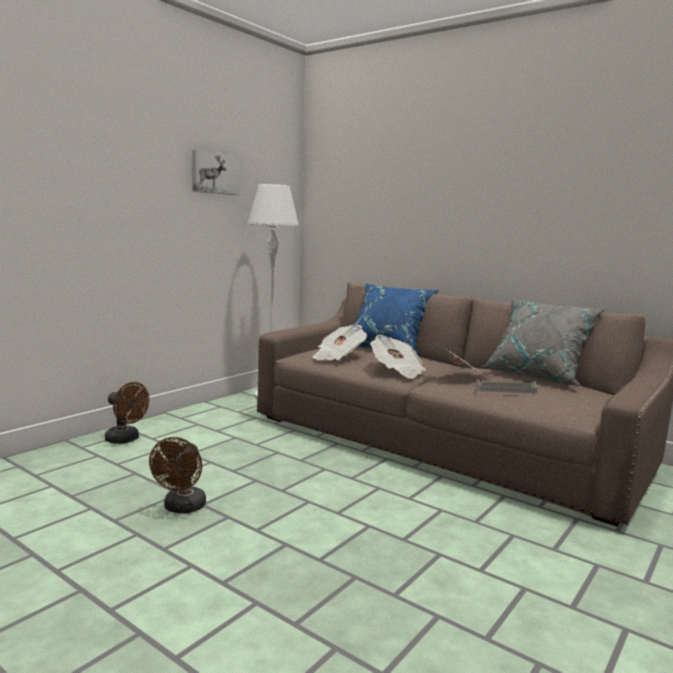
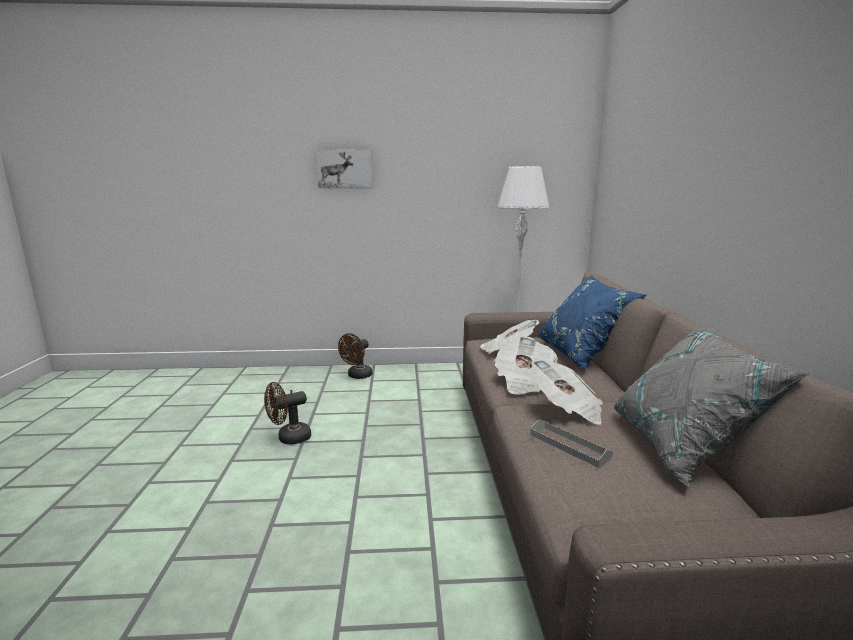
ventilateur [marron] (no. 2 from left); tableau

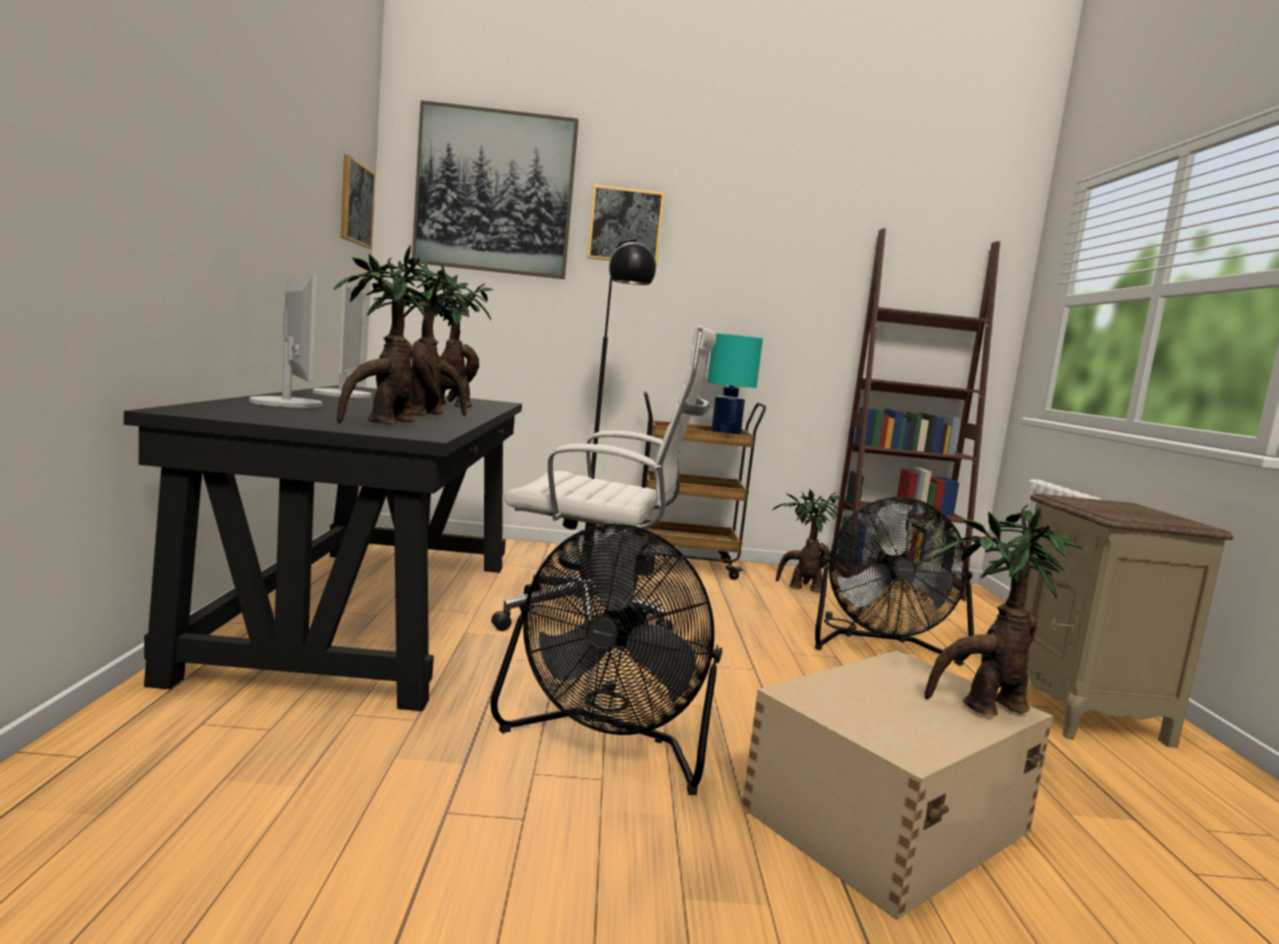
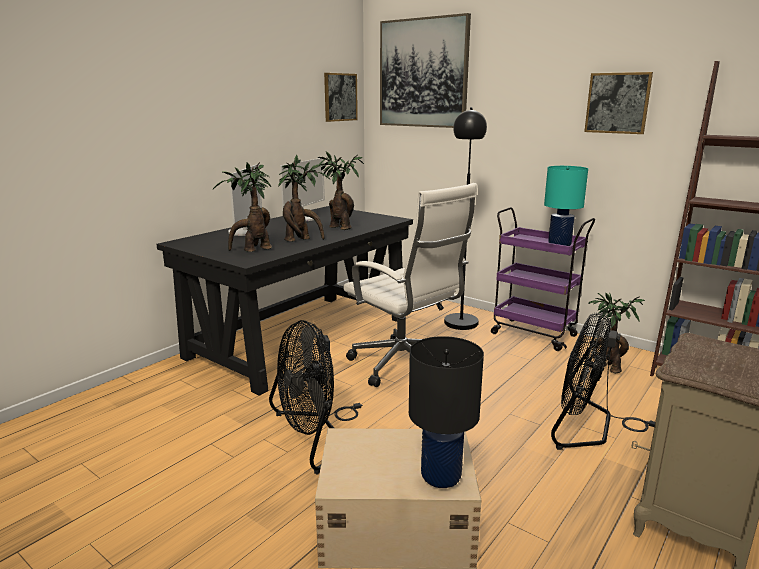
tableau (no. 3 from left); chariot [violet]; ventilateur [noir] (no. 2 from left); lampe de table [noir]

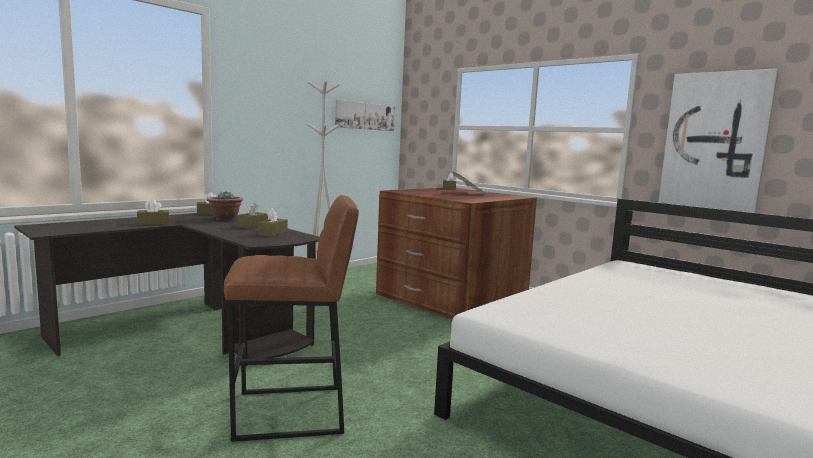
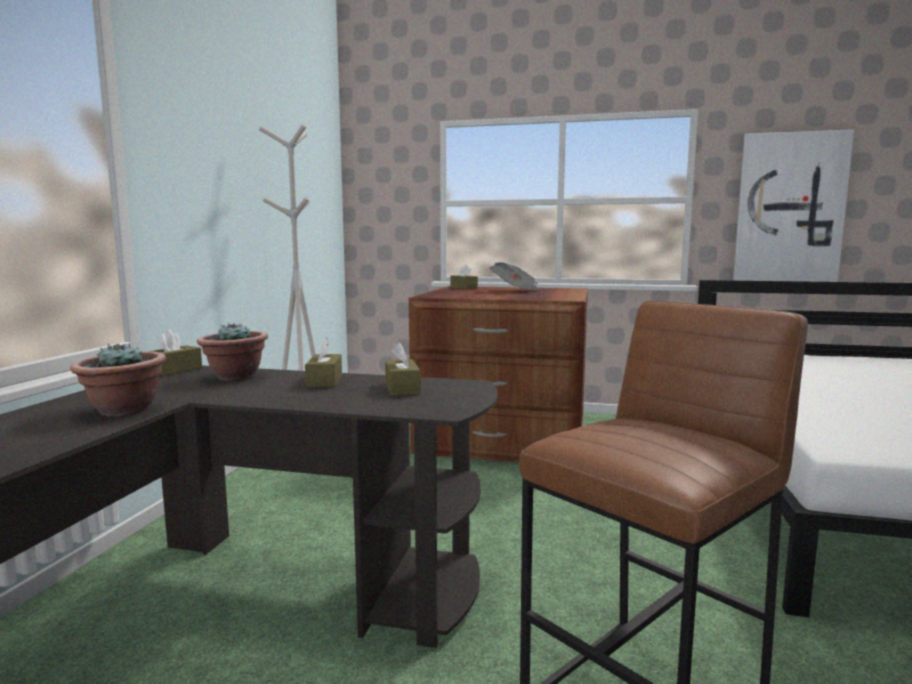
plante en pot (no. 1 from left); tableau (no. 1 from left in the first image)

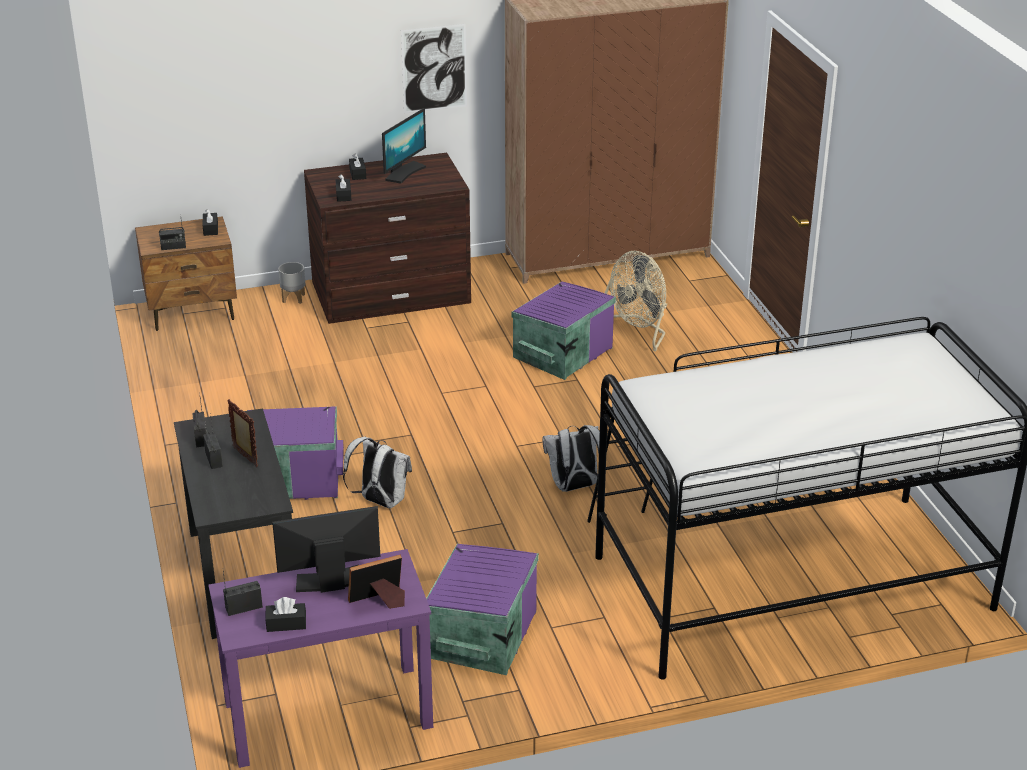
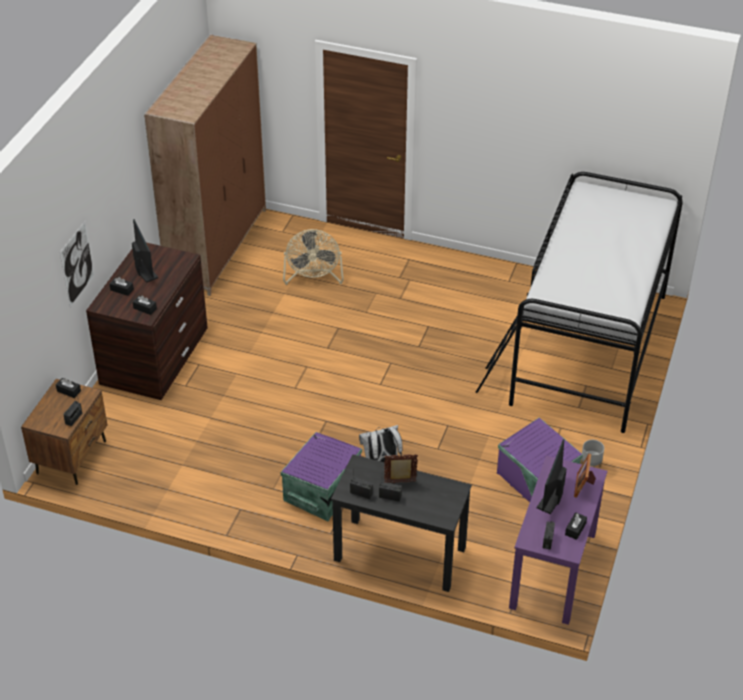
cache-pot [gris]; tableau; boîte de rangement [violet] (no. 3 from left in the first image); sac à dos [blanc] (no. 2 from left in the first image)

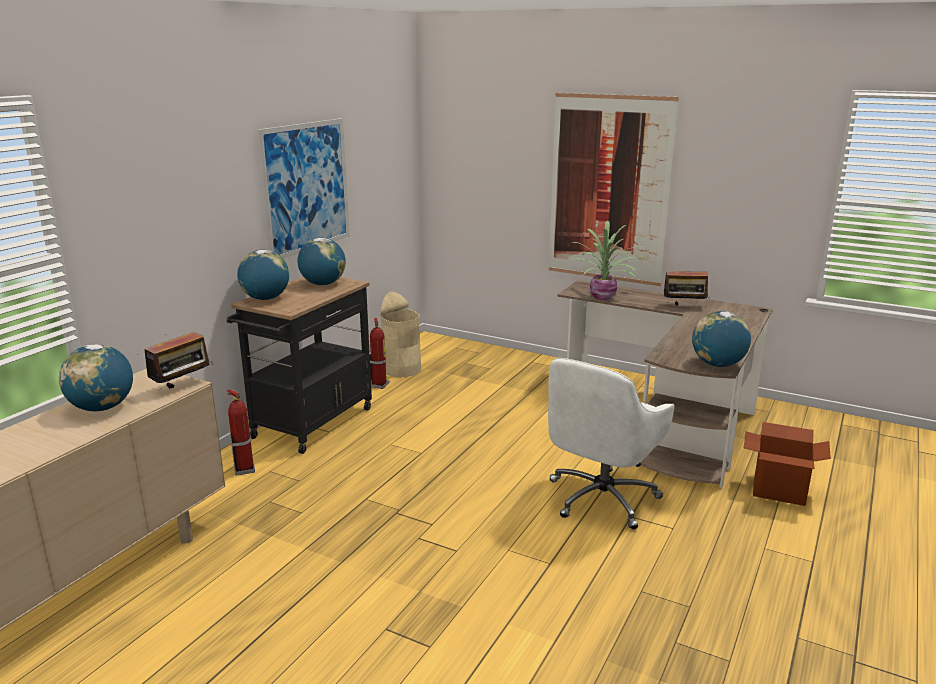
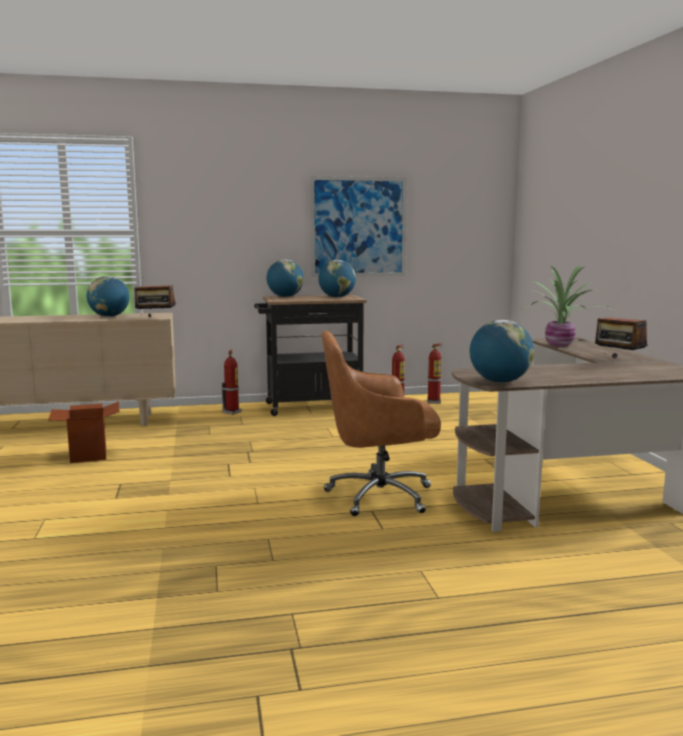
extincteur (no. 3 from left); chaise de bureau [marron]; tableau (no. 2 from left in the first image); carton

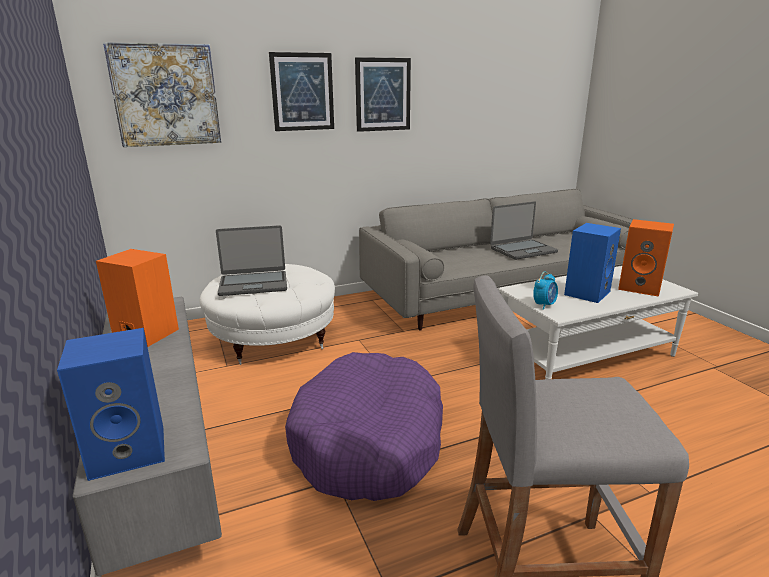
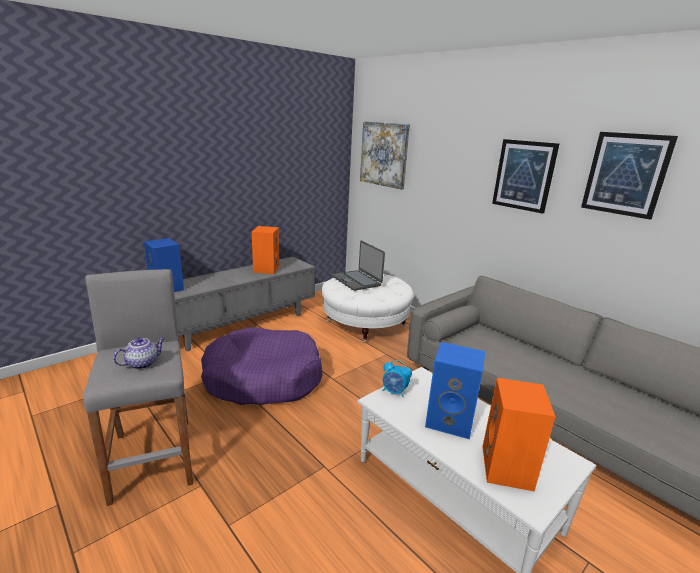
tableau (no. 3 from left); ordinateur portable (no. 2 from left in the first image); théière

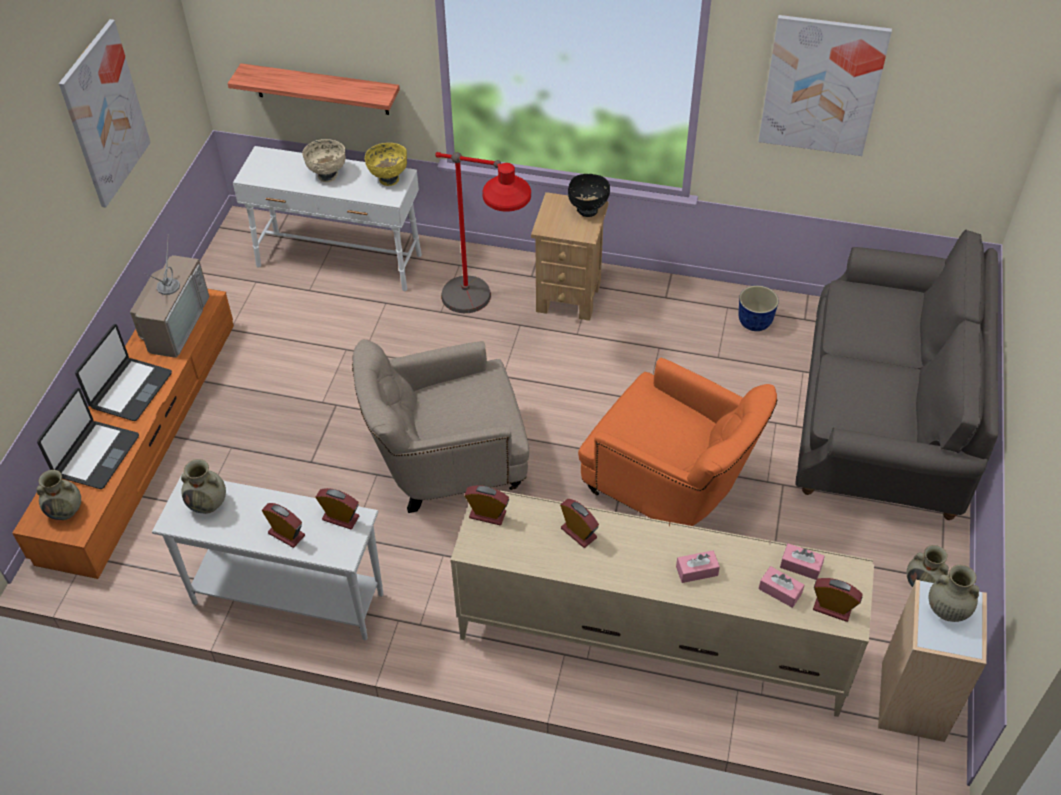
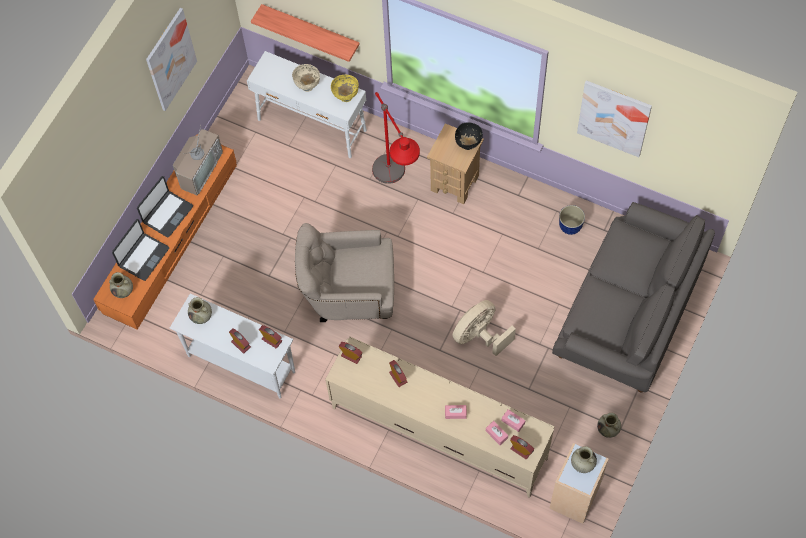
ventilateur [beige]

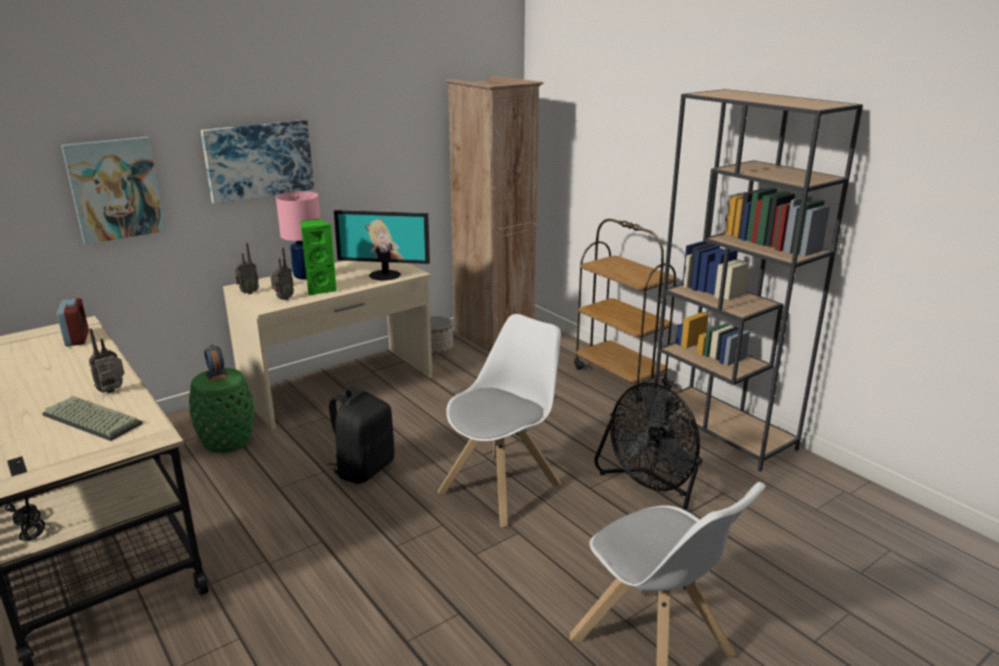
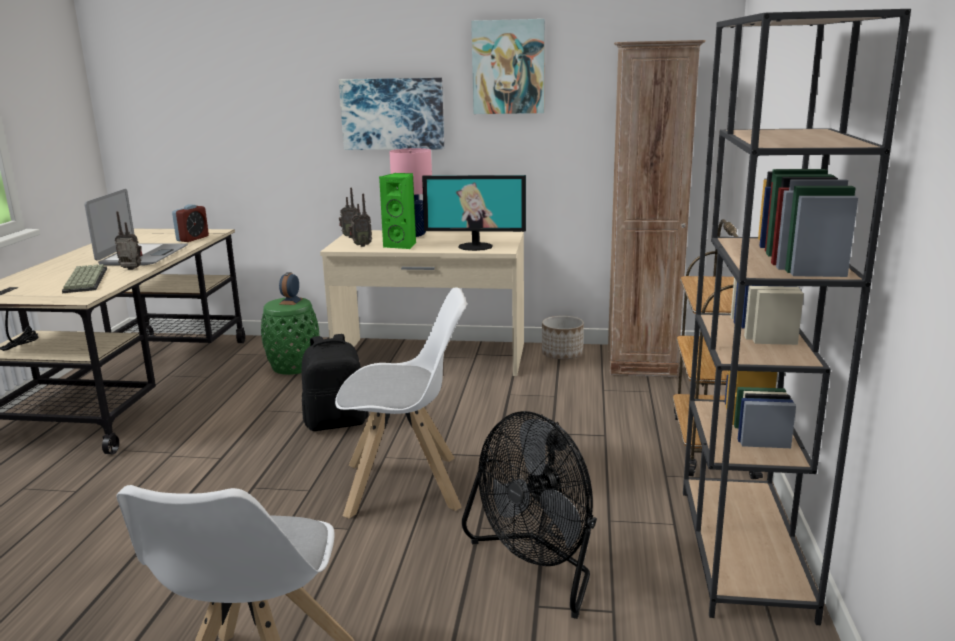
tableau (no. 2 from left); écran d'ordinateur; ventilateur [noir]; ordinateur portable

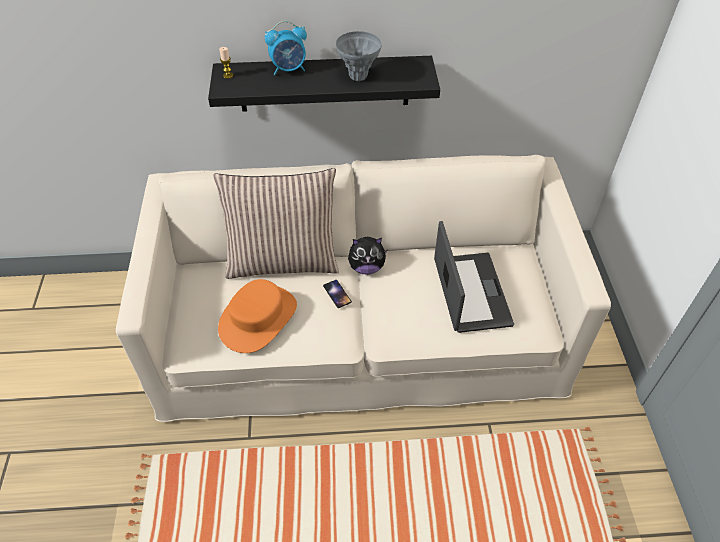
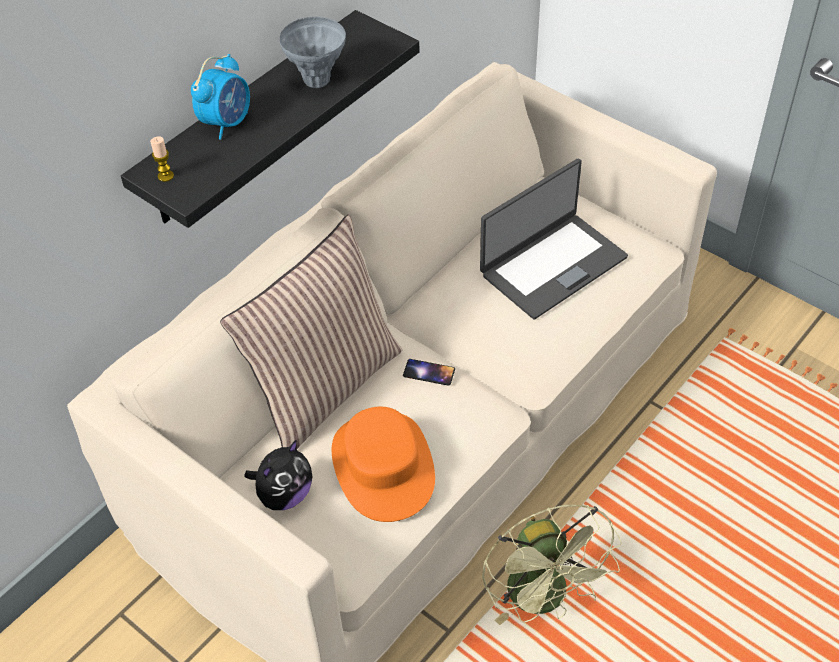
peluche; ordinateur portable; ventilateur [vert]

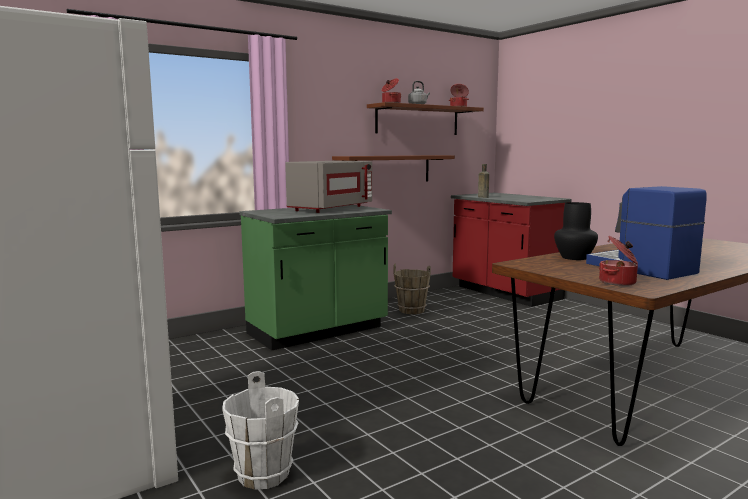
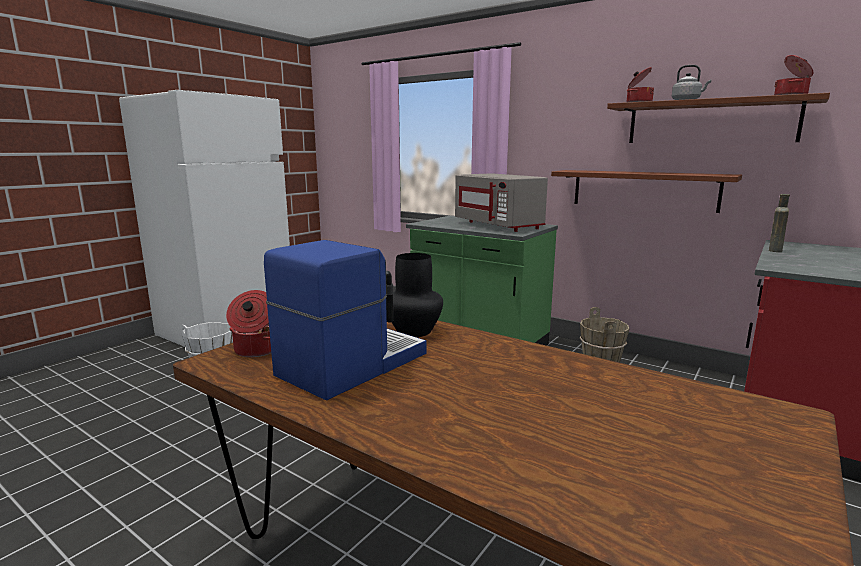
micro-ondes [gris]

